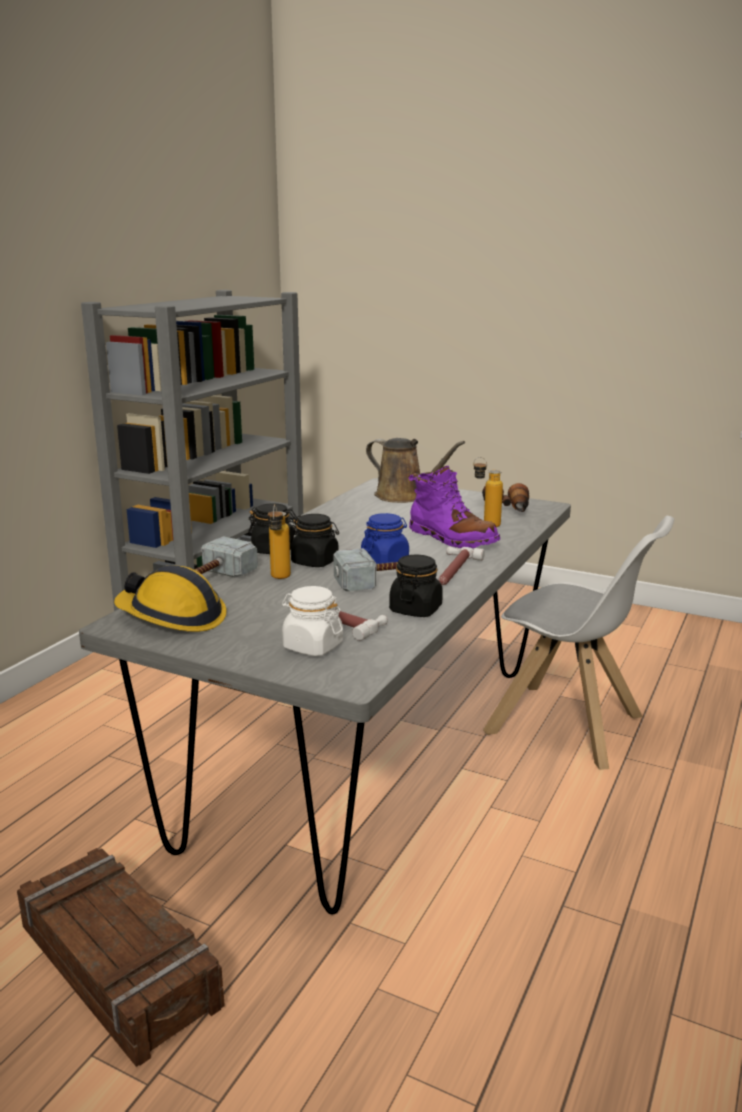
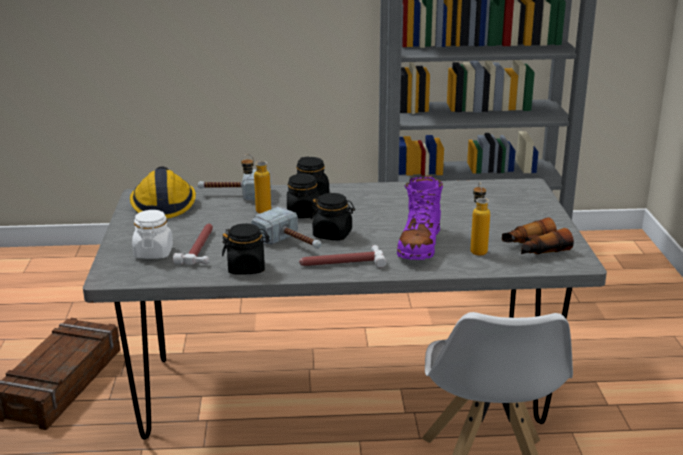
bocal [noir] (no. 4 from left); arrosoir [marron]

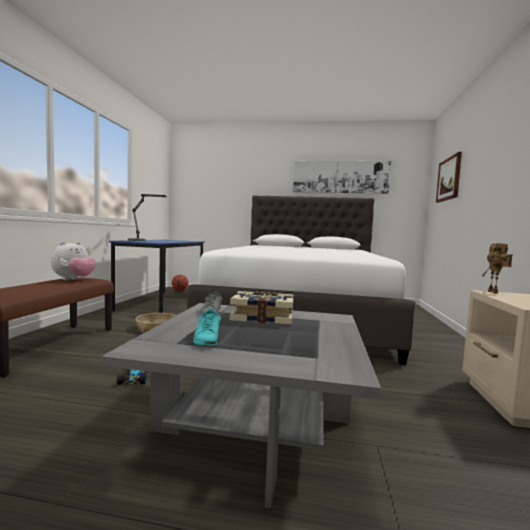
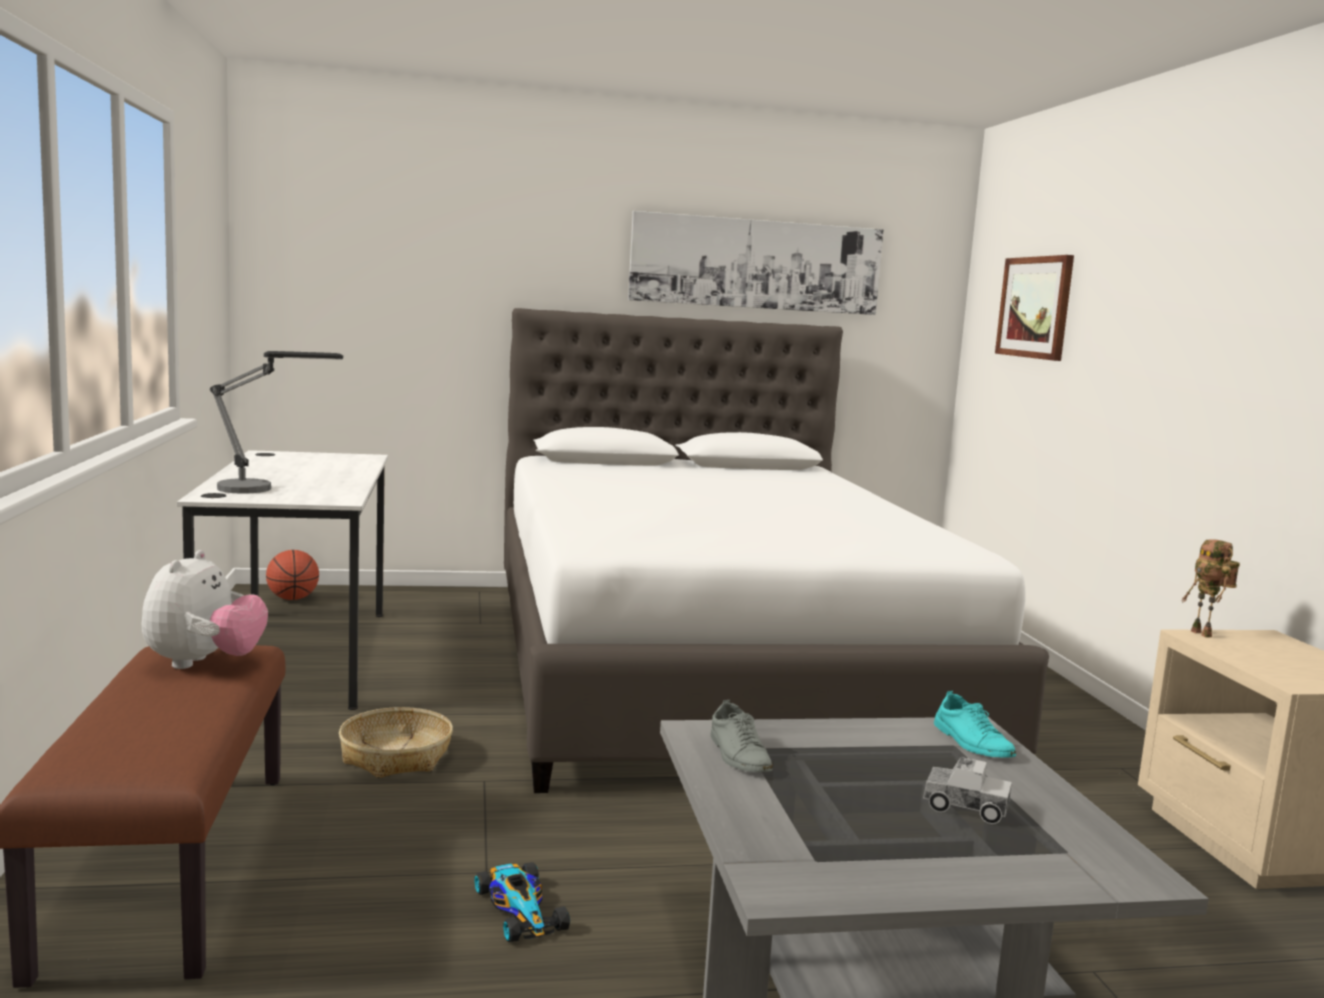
bureau [blanc]; chaussure [turquoise]; livre; camion jouet

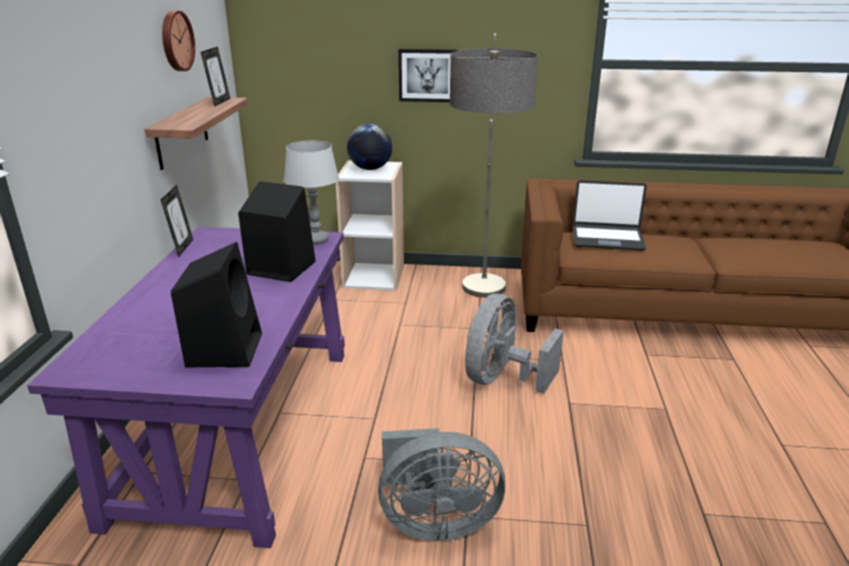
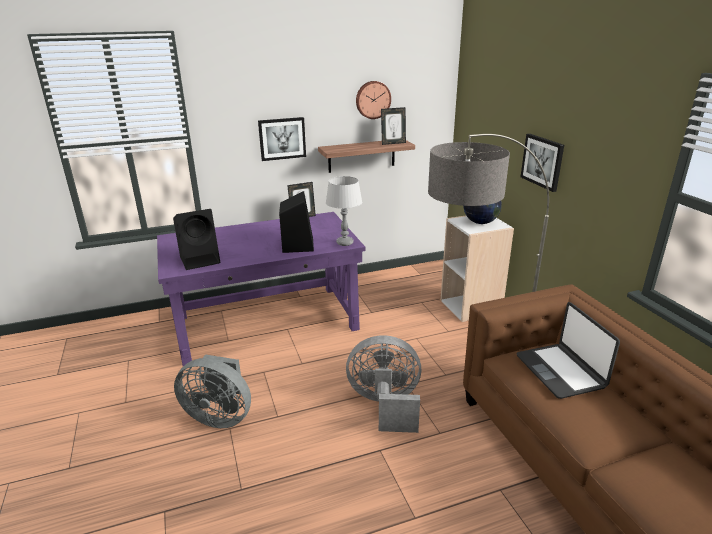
ventilateur [gris] (no. 1 from left); tableau (no. 1 from left)

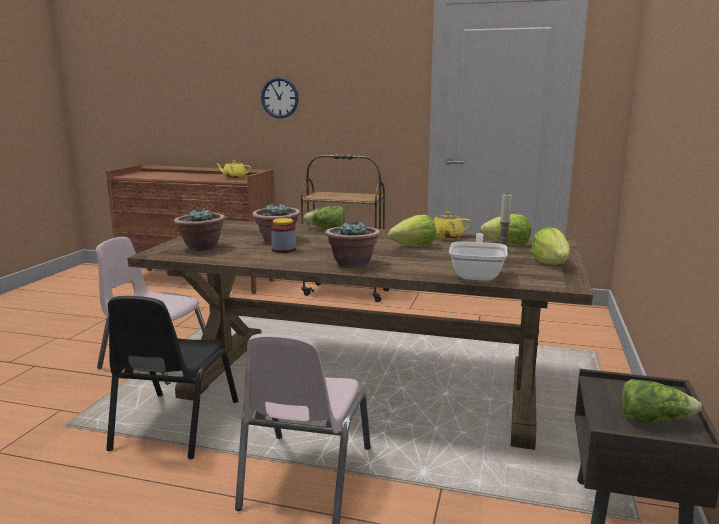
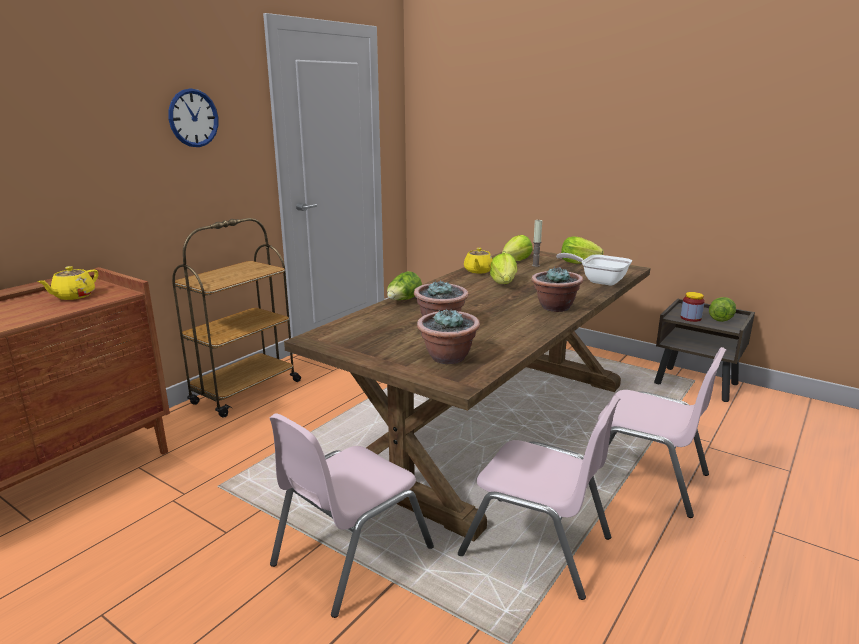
chaise [rose] (no. 2 from left); horloge murale; bocal

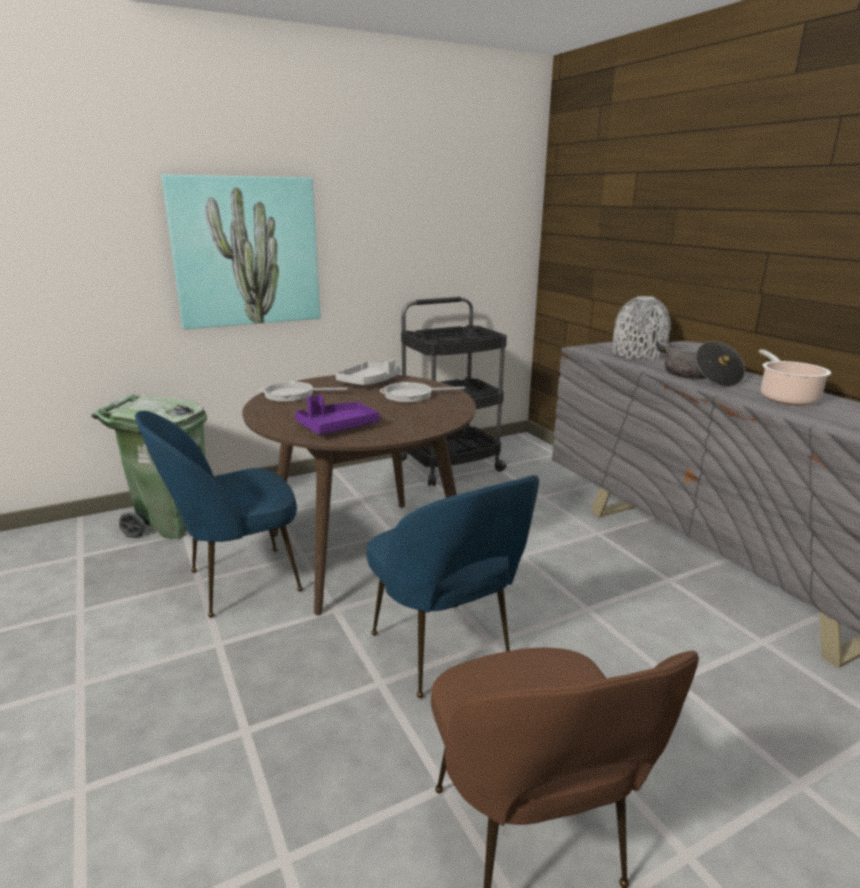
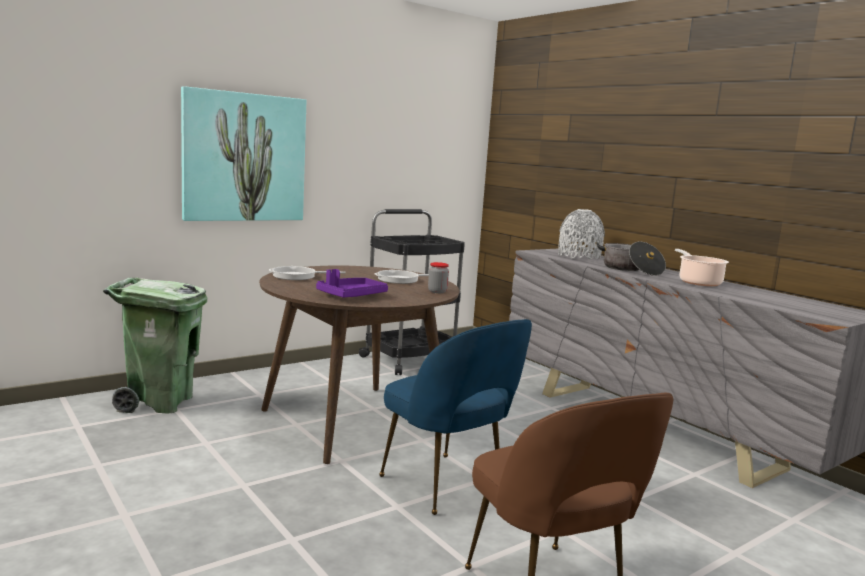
chaise [bleu] (no. 1 from left in the first image); plateau [gris]; bocal

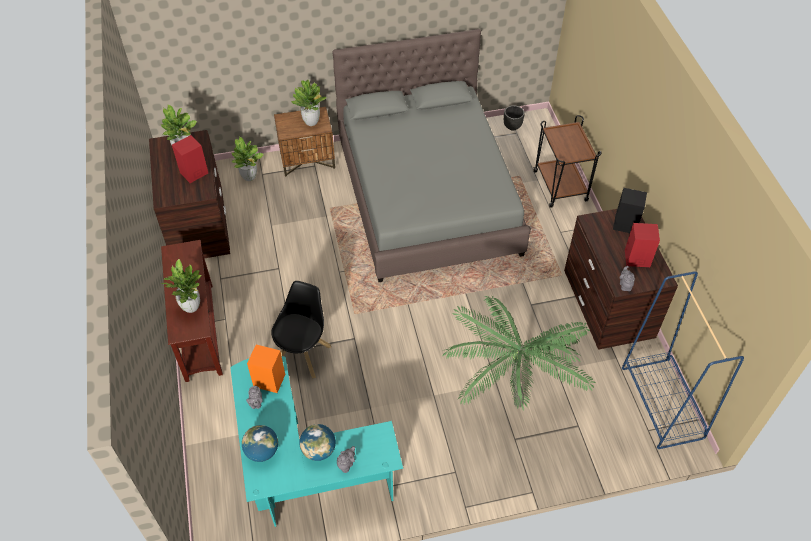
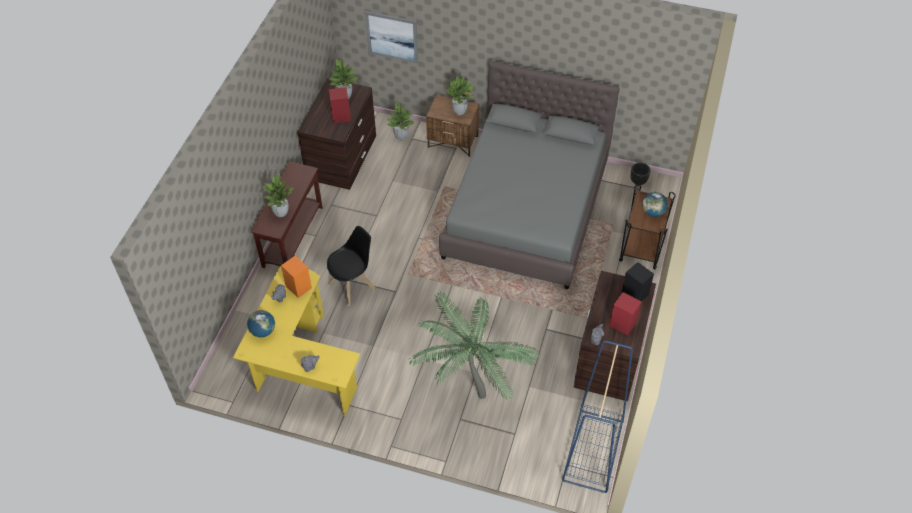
bureau [jaune]; globe (no. 2 from left); tableau

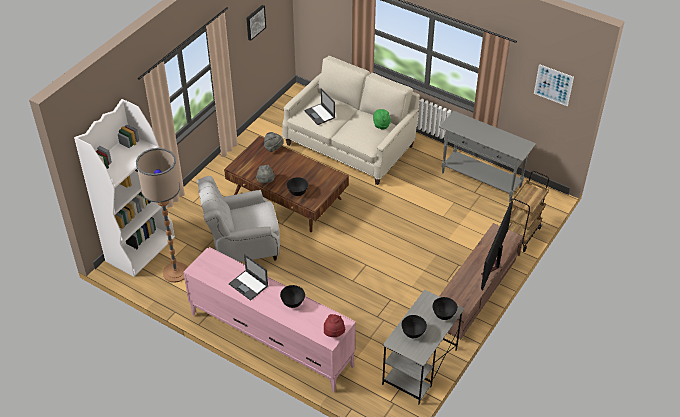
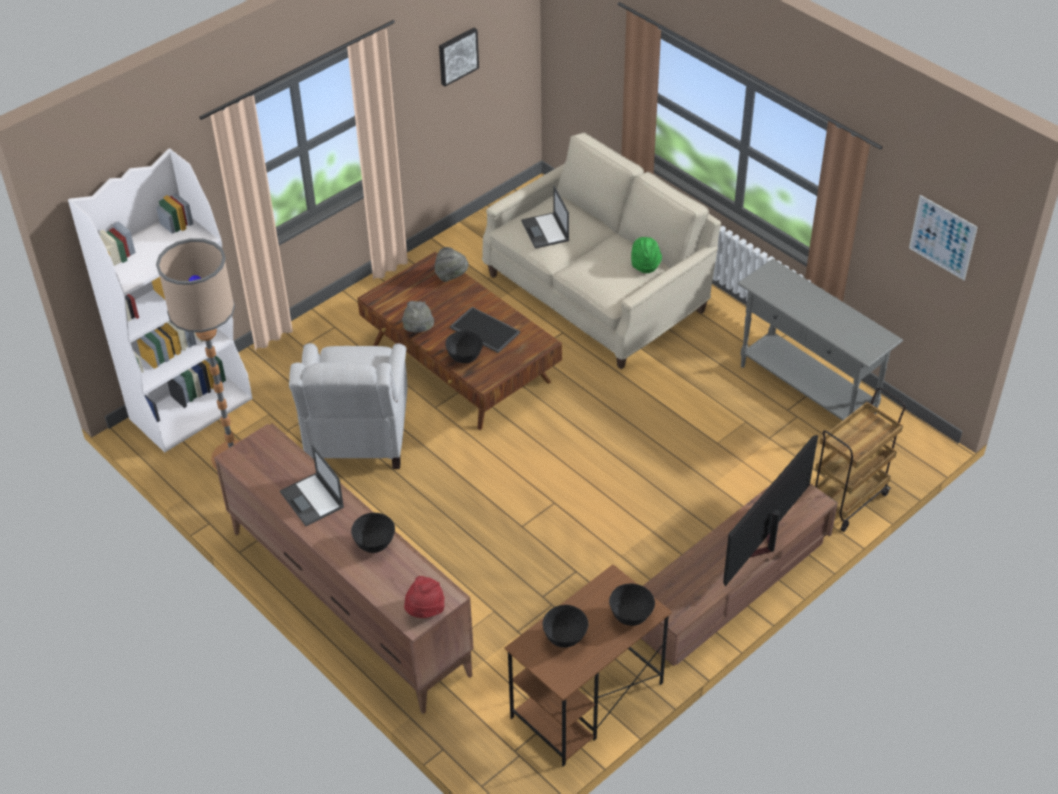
meuble de rangement [marron]; fauteuil [blanc]; bureau [marron]; plateau

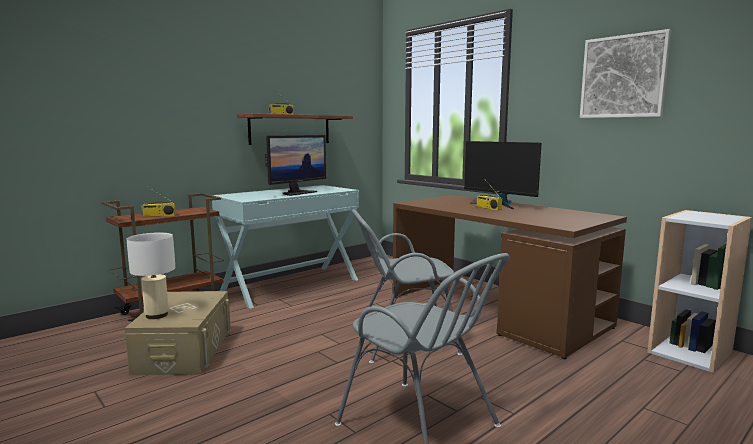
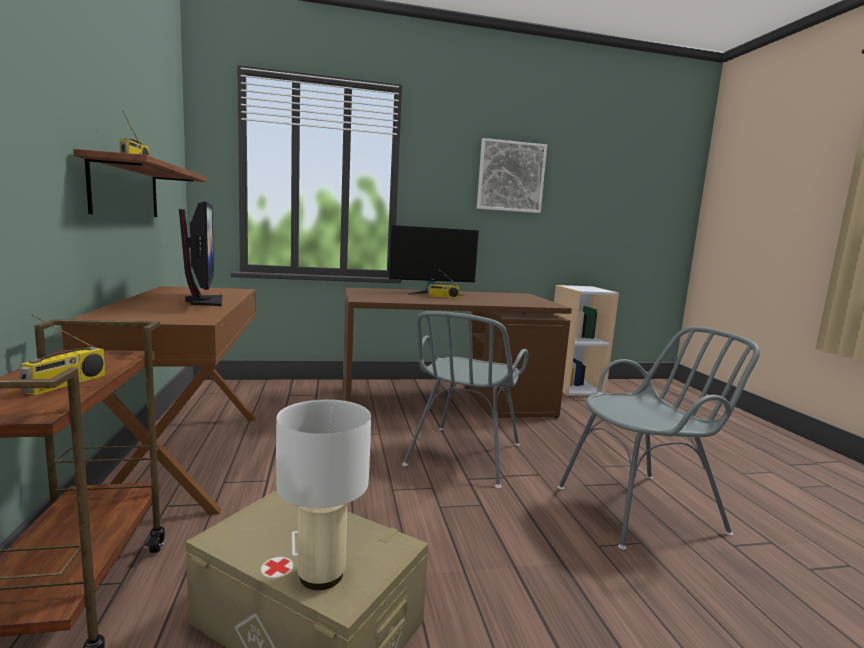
bureau [marron] (no. 1 from left)

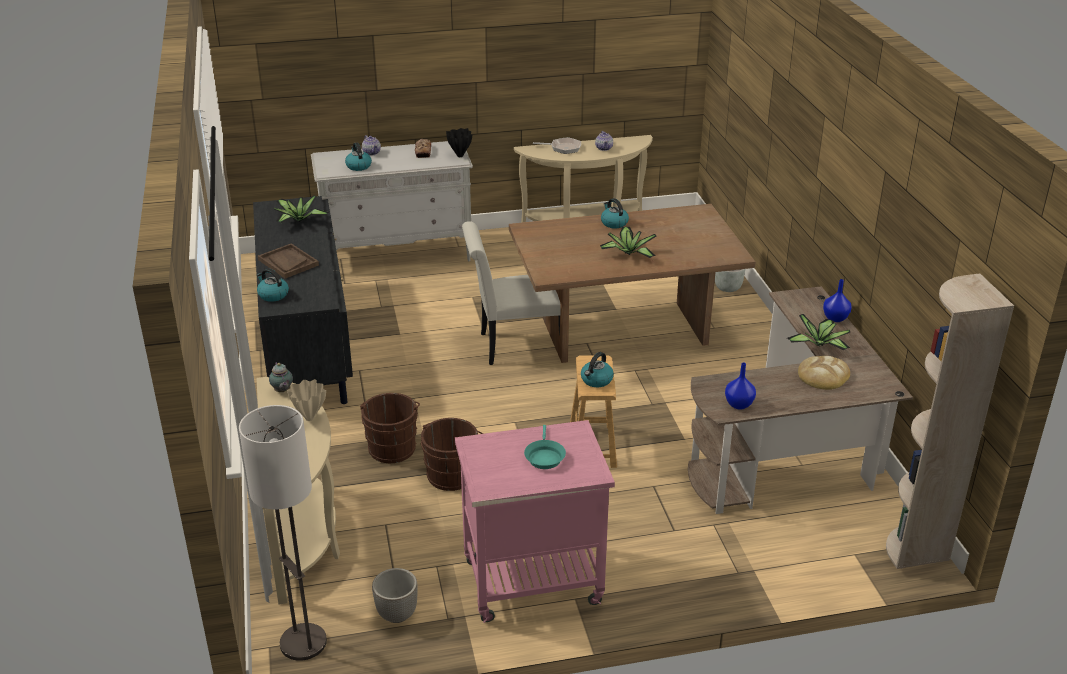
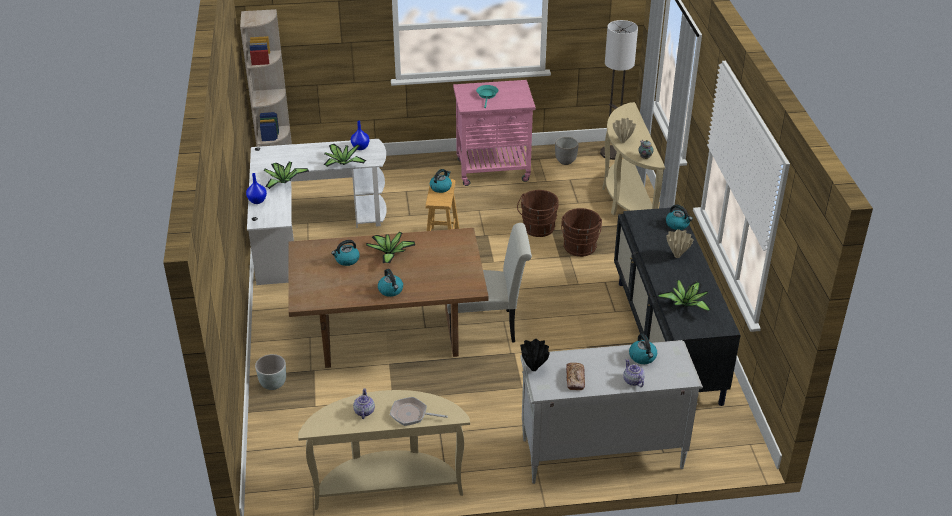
vase [beige] (no. 2 from left); bureau [blanc]; pain (no. 2 from left in the first image); plante en pot (no. 2 from left); bouilloire (no. 1 from left)

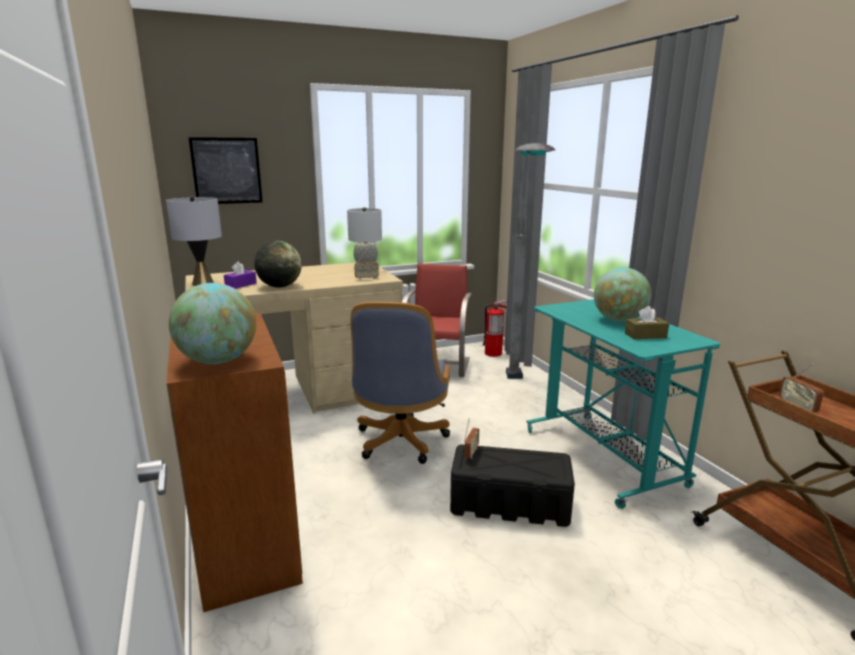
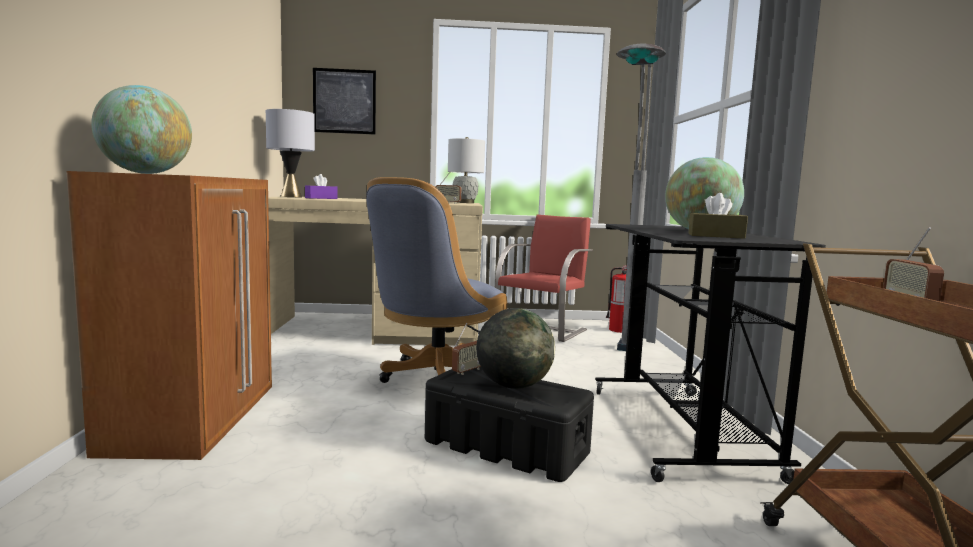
globe (no. 2 from left); bureau [noir]

